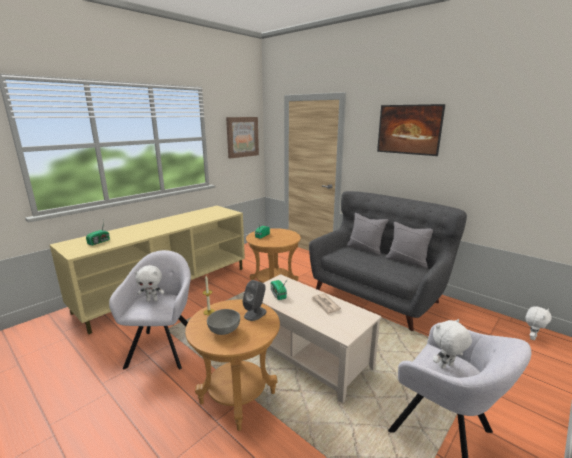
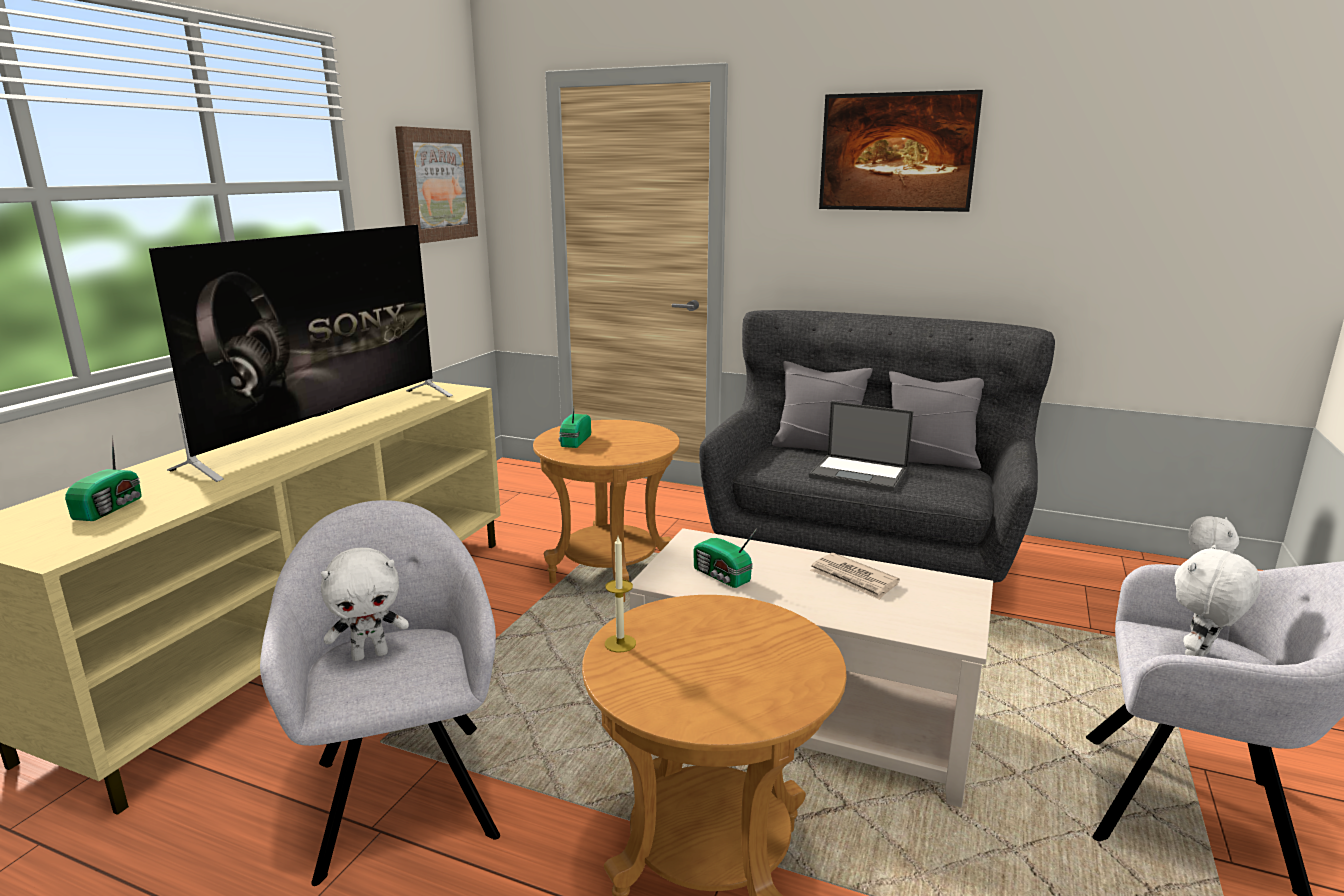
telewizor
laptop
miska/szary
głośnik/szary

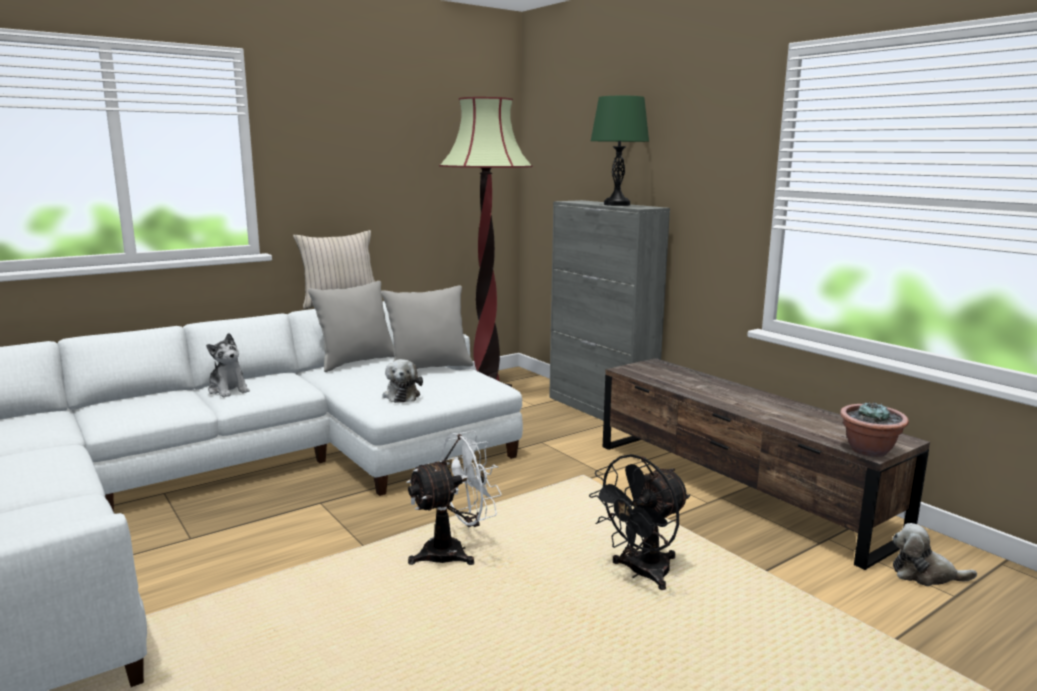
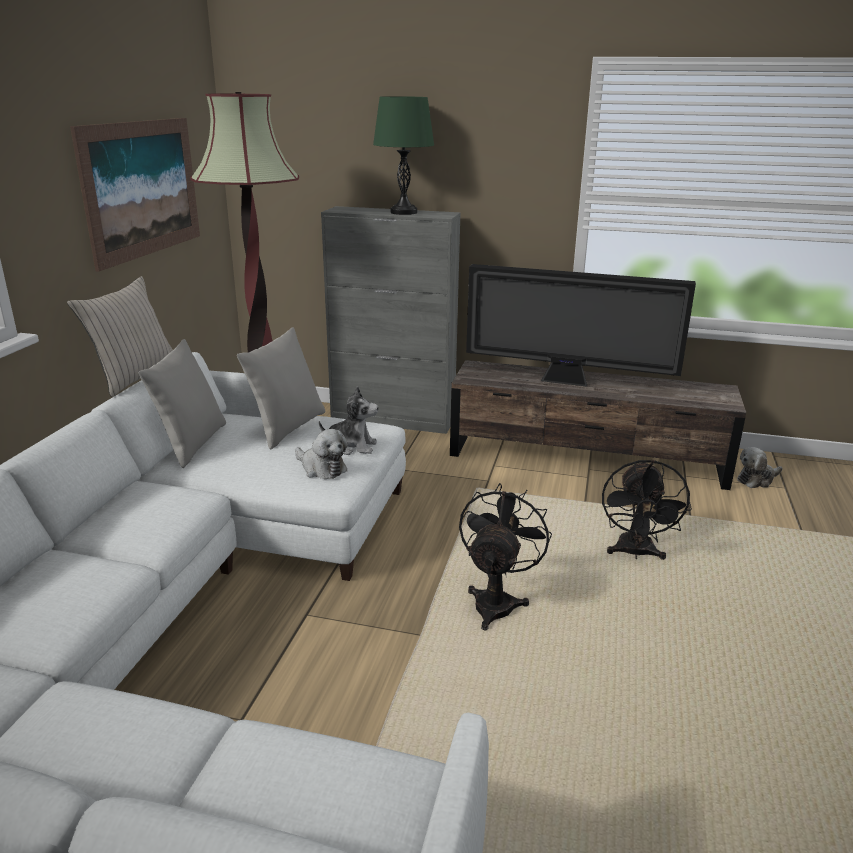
obraz
pluszak (no. 2 from left)
wentylator/czarny (no. 1 from left)
telewizor
roślina doniczkowa

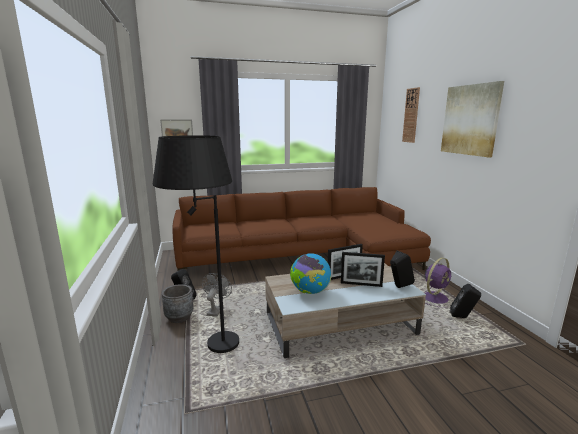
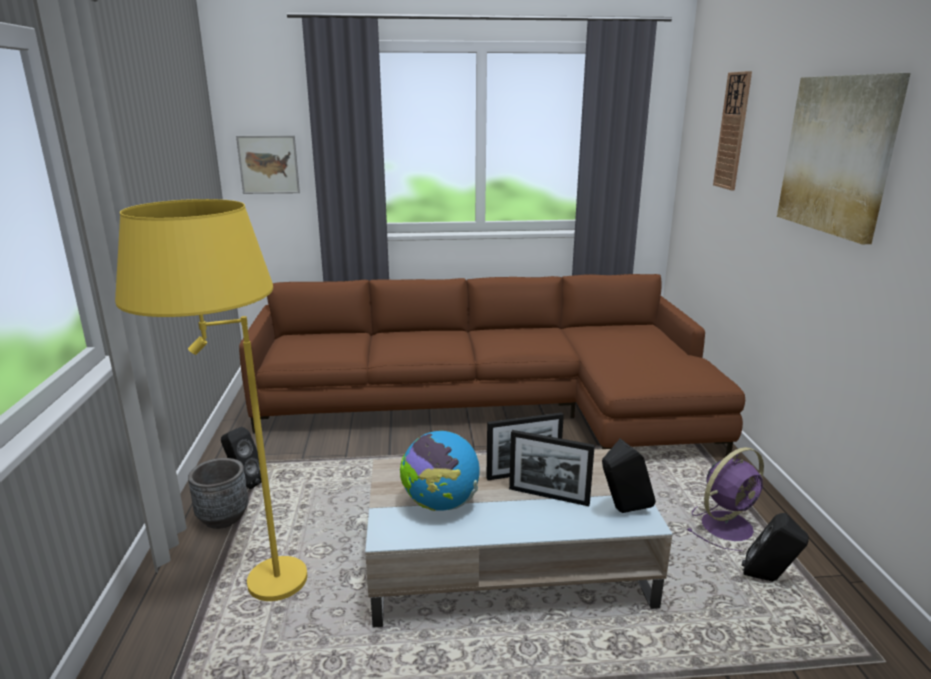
lampa stojąca/żółty
wentylator/szary

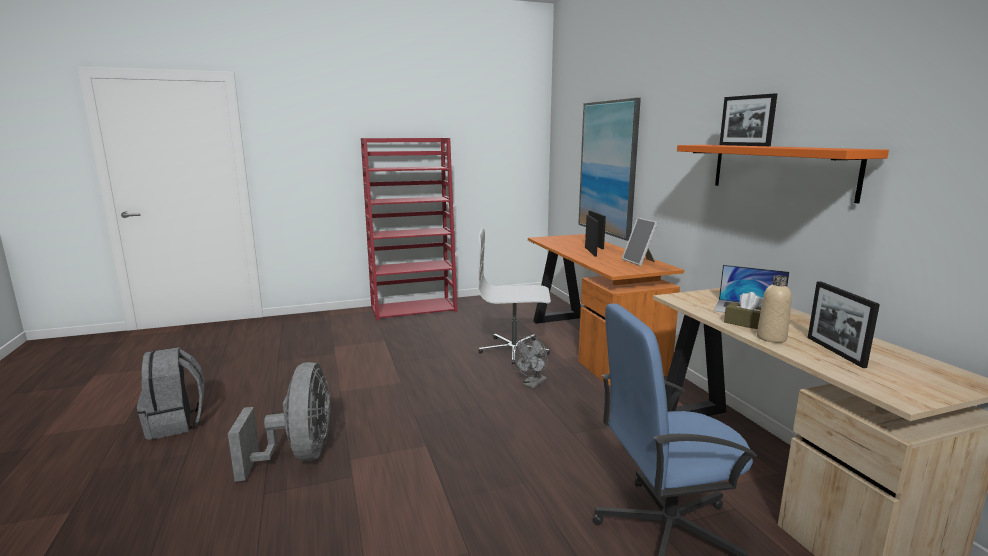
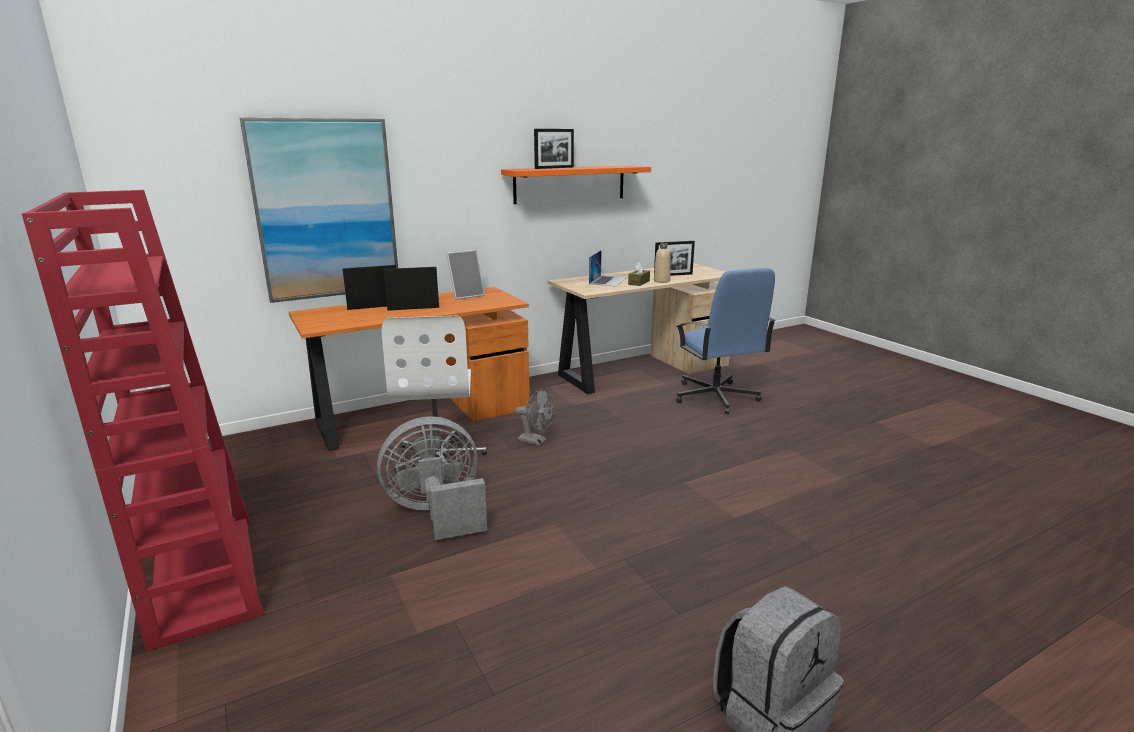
wentylator/szary (no. 1 from left)

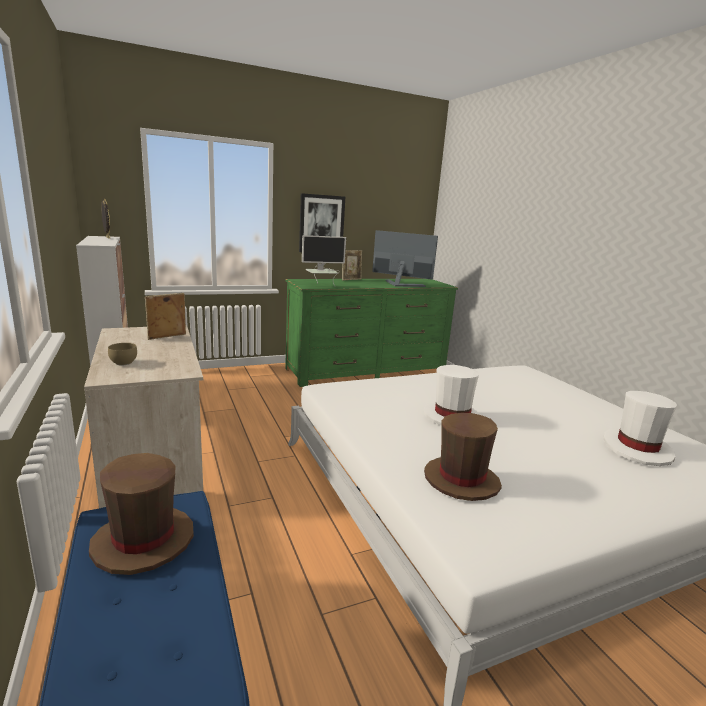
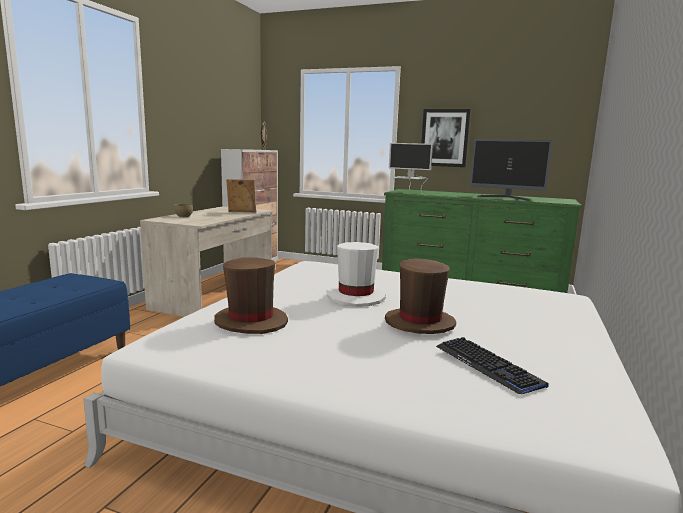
kapelusz/brązowy (no. 2 from left)
klawiatura
monitor (no. 2 from left)
ramka na zdjęcie (no. 3 from left in the first image)

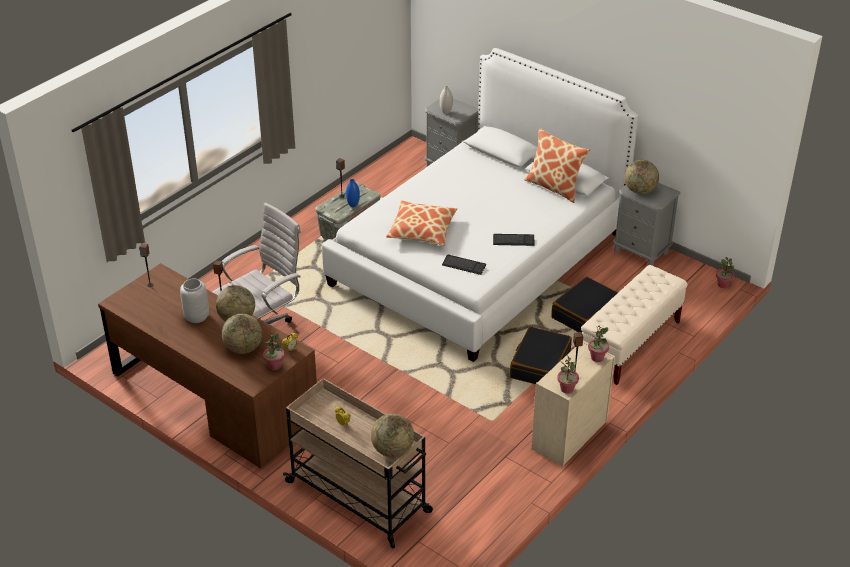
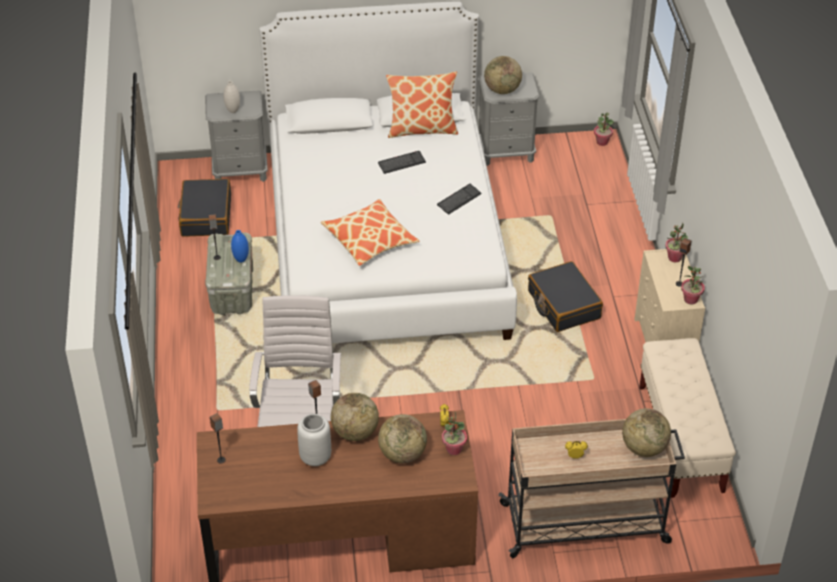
walizka/czarny (no. 1 from left)
klawiatura (no. 1 from left)
ławka/beżowy

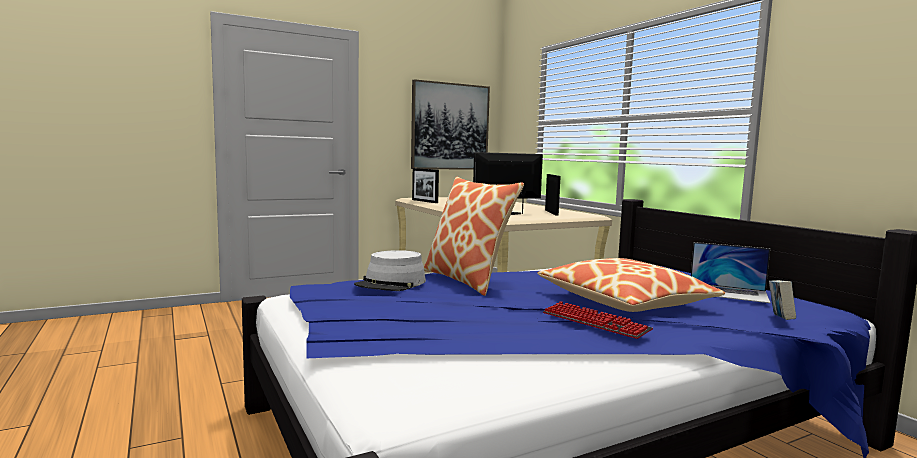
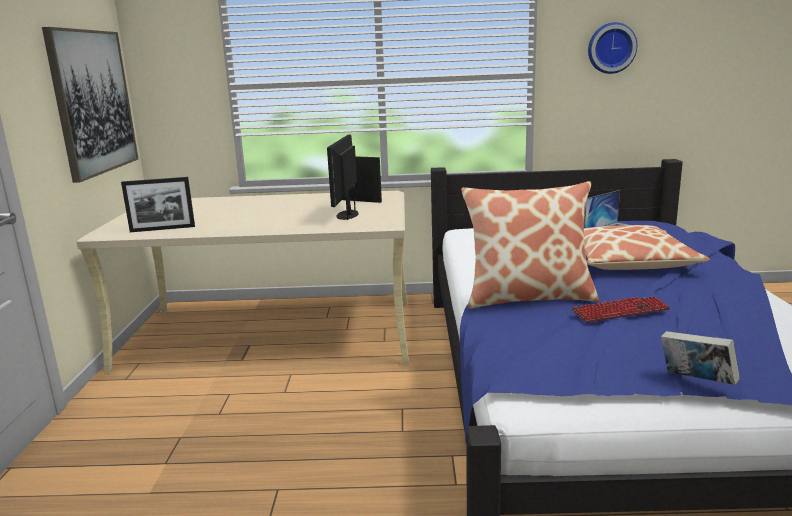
klawiatura
zegar ścienny
książka
kapelusz/szary

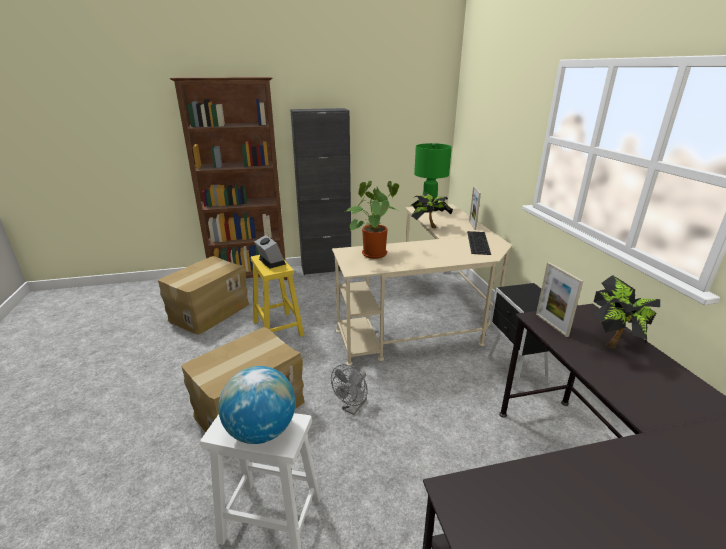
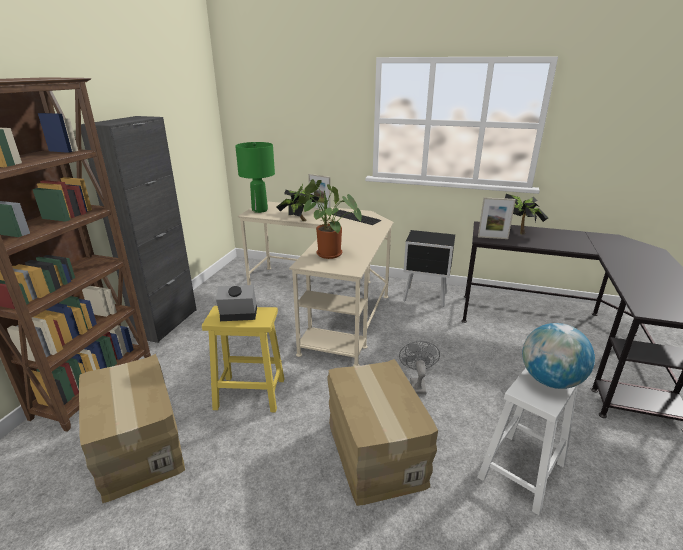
wentylator/szary

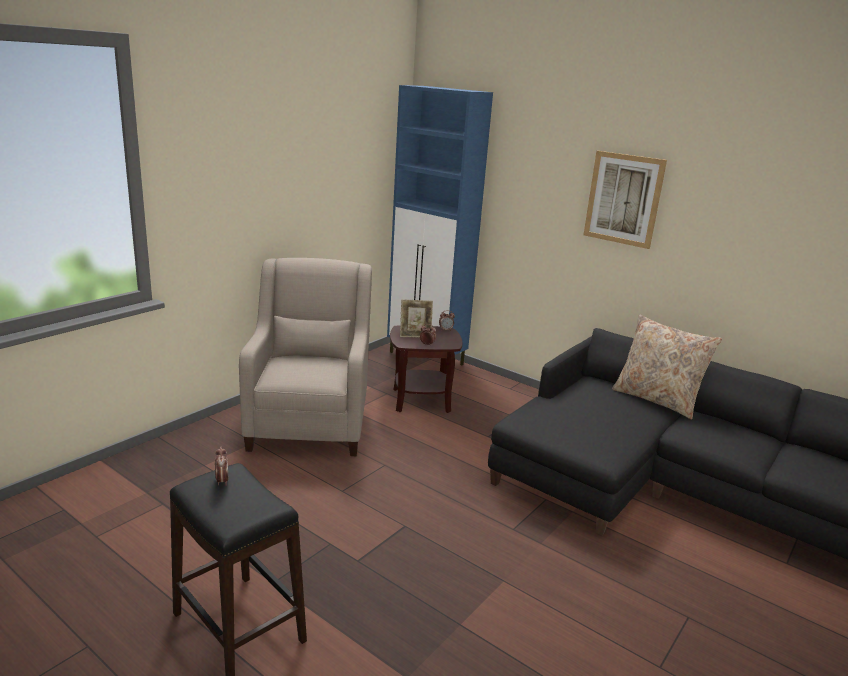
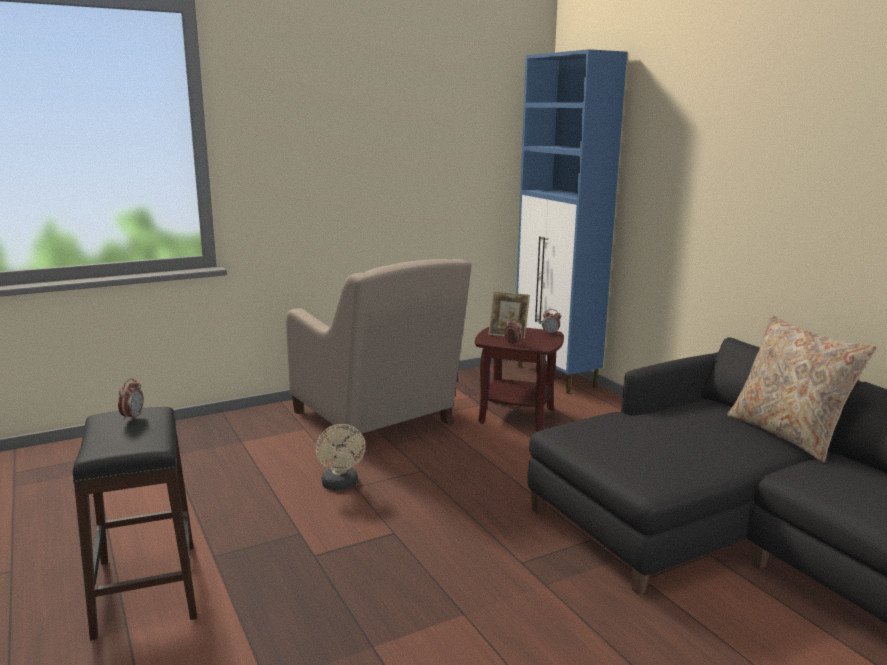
fotel/beżowy
wentylator/beżowy
obraz

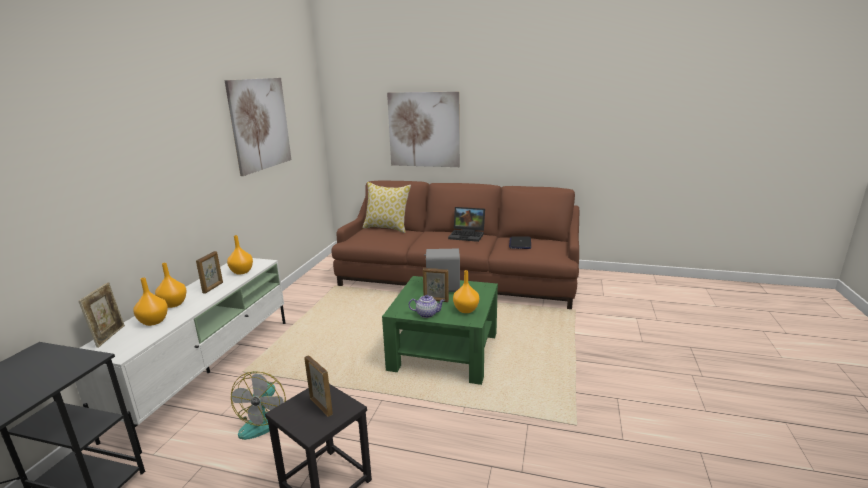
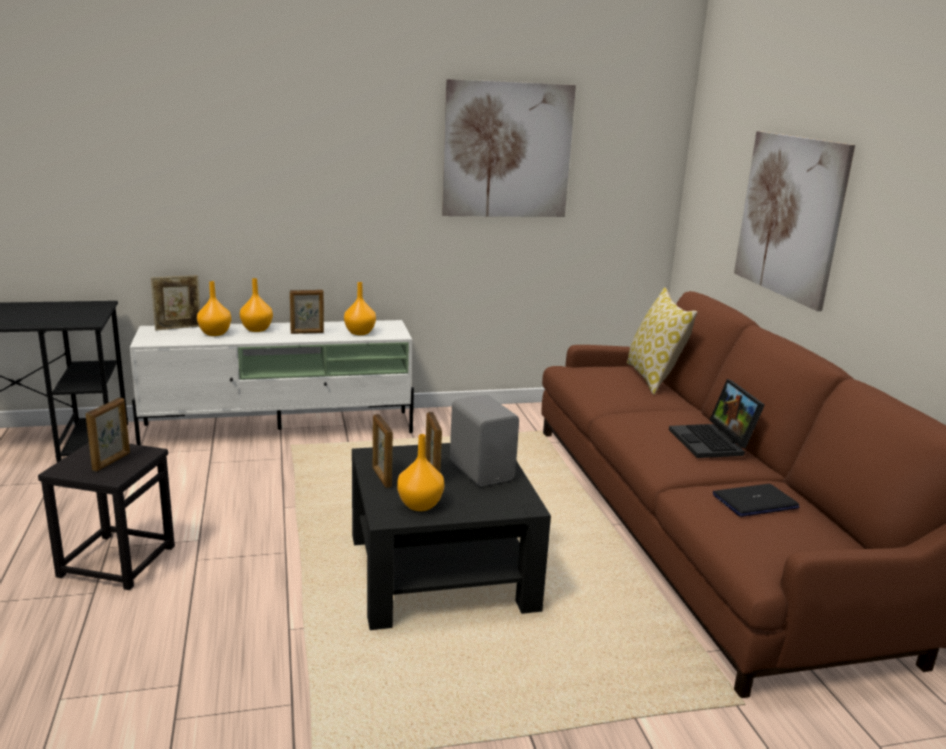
ława/czarny
ramka na zdjęcie (no. 4 from left)
wentylator

